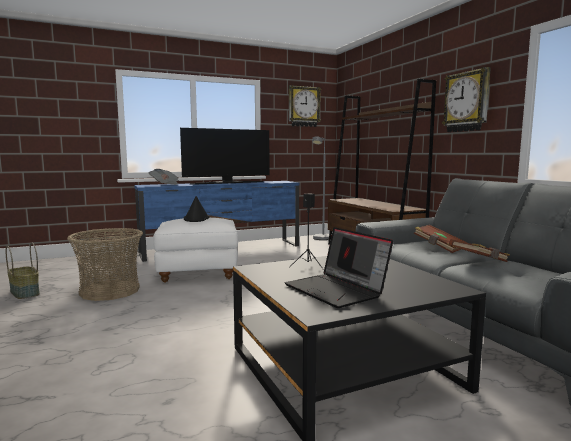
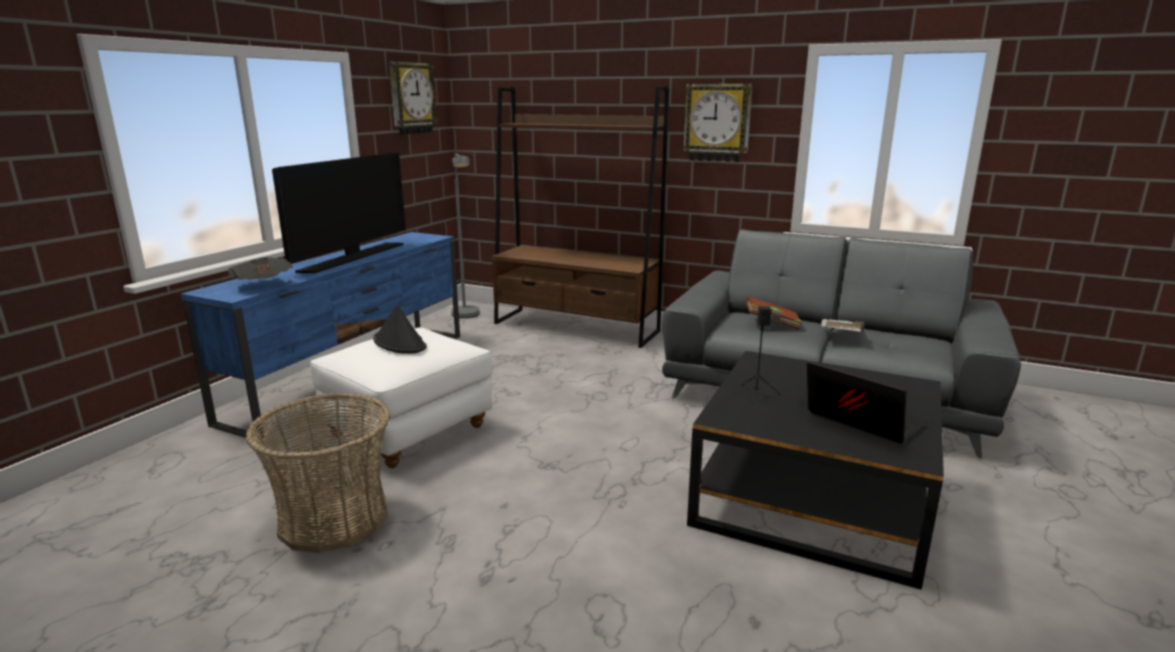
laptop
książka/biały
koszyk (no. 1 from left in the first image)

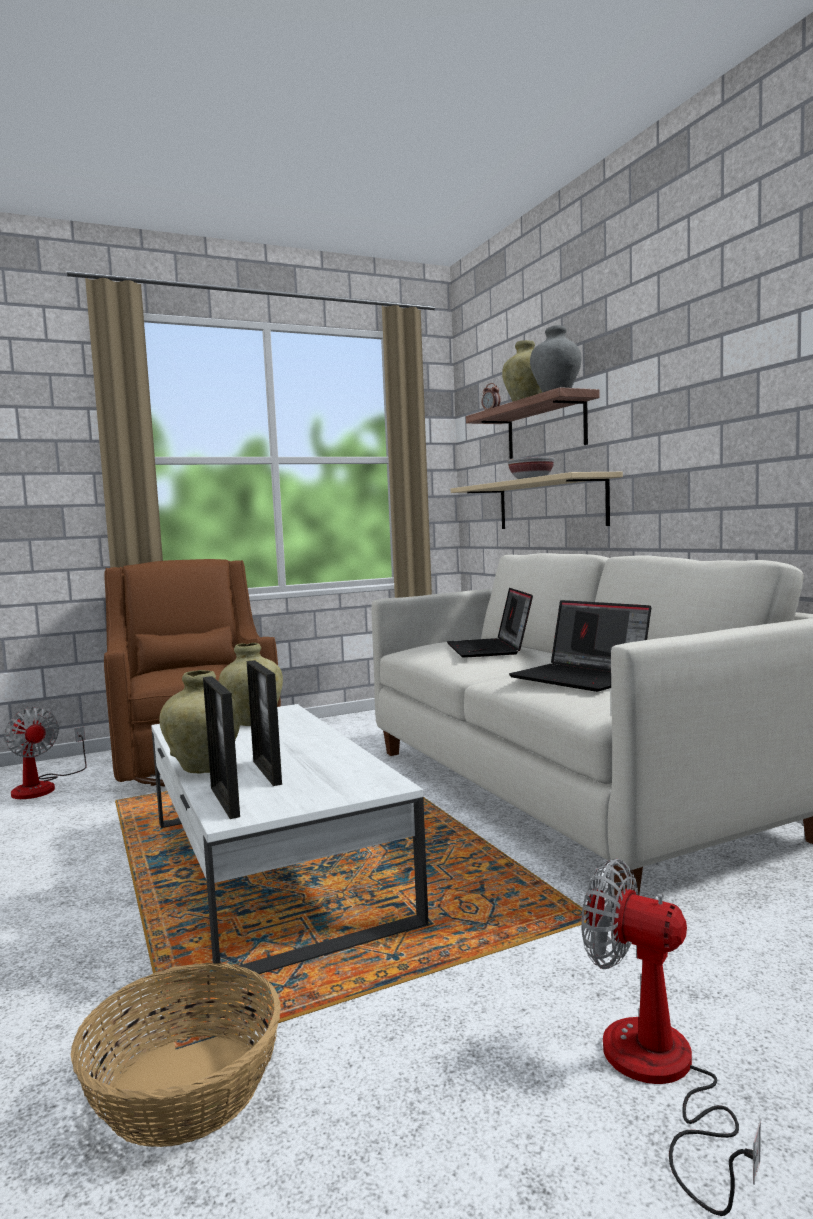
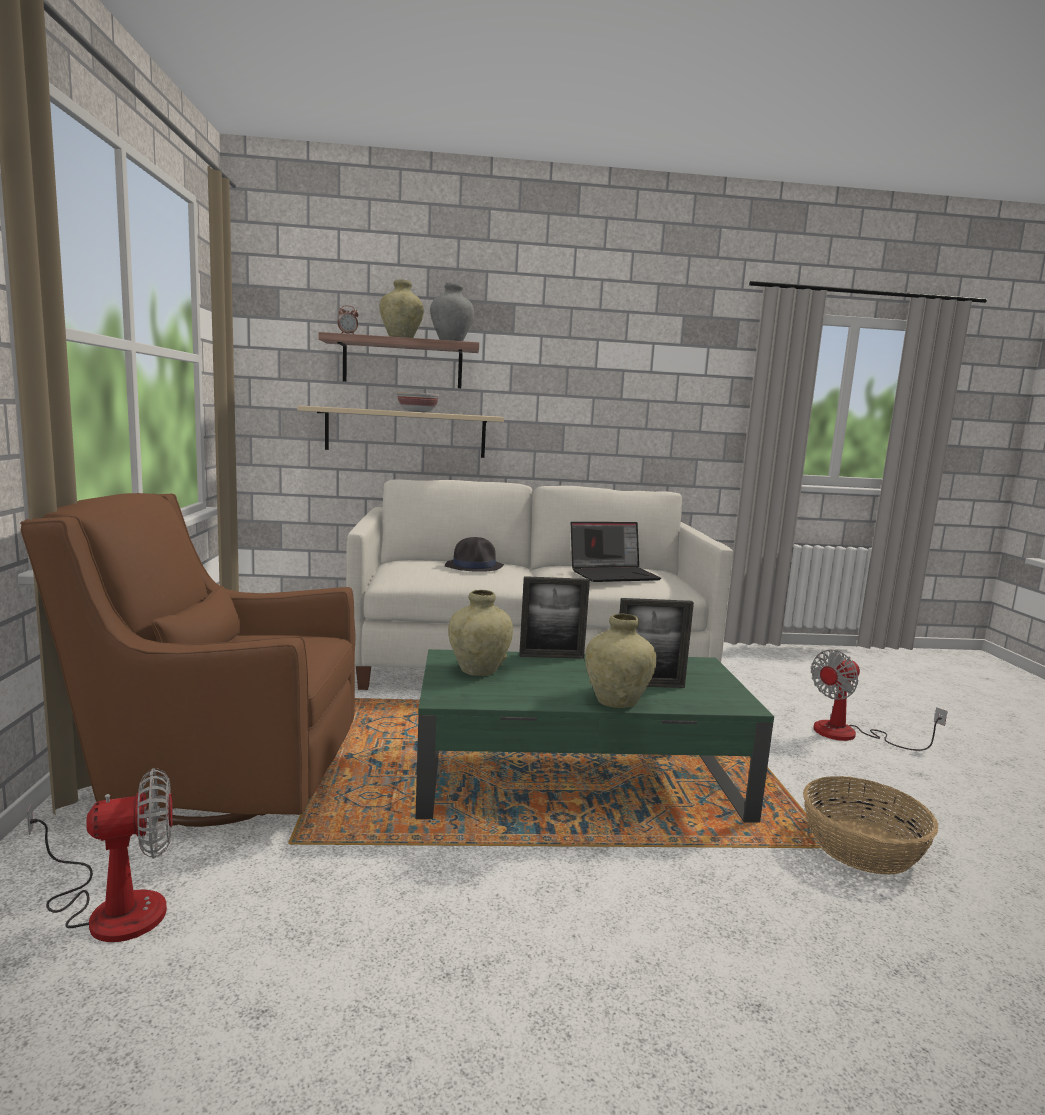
ława/zielony
kapelusz/czarny
ramka na zdjęcie (no. 1 from left)

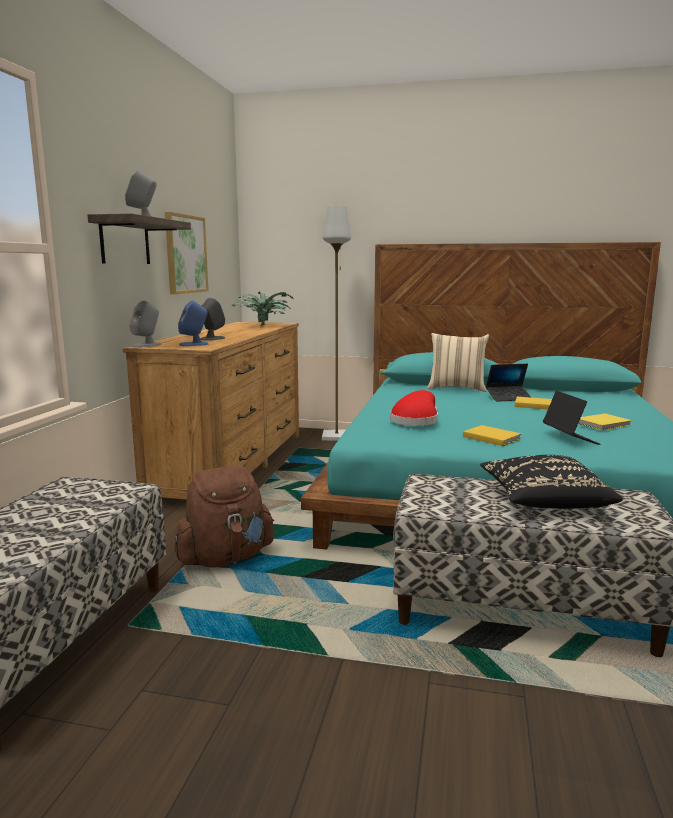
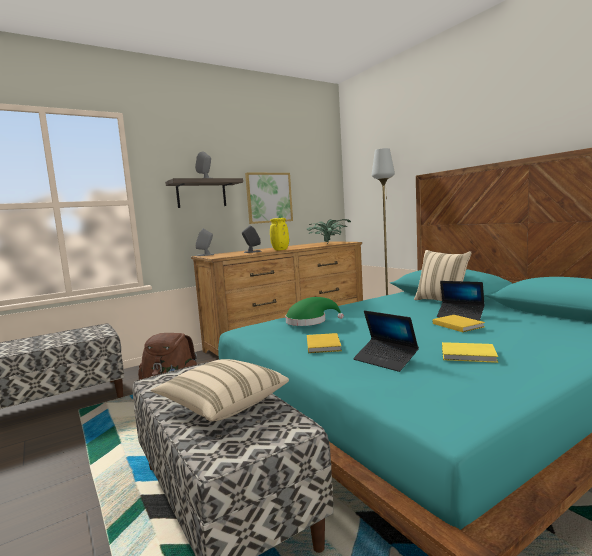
poduszka/beżowy (no. 1 from left)
wazon/żółty
kapelusz/zielony
laptop (no. 1 from left)
głośnik/niebieski

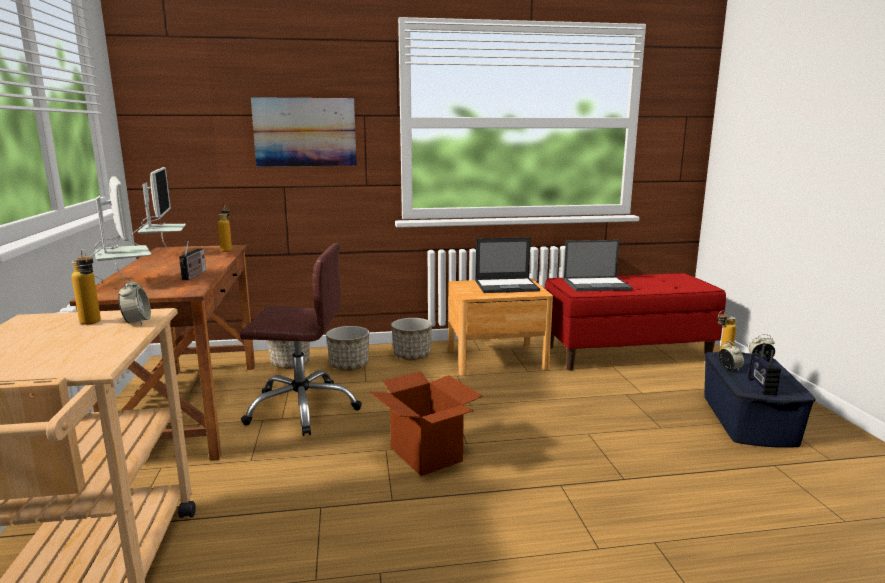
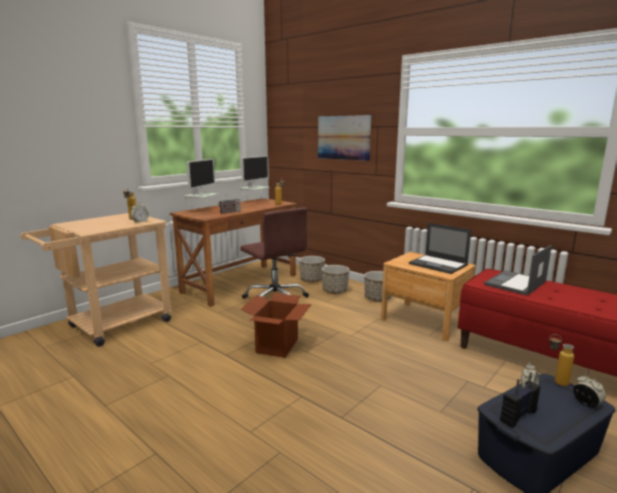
laptop (no. 2 from left)

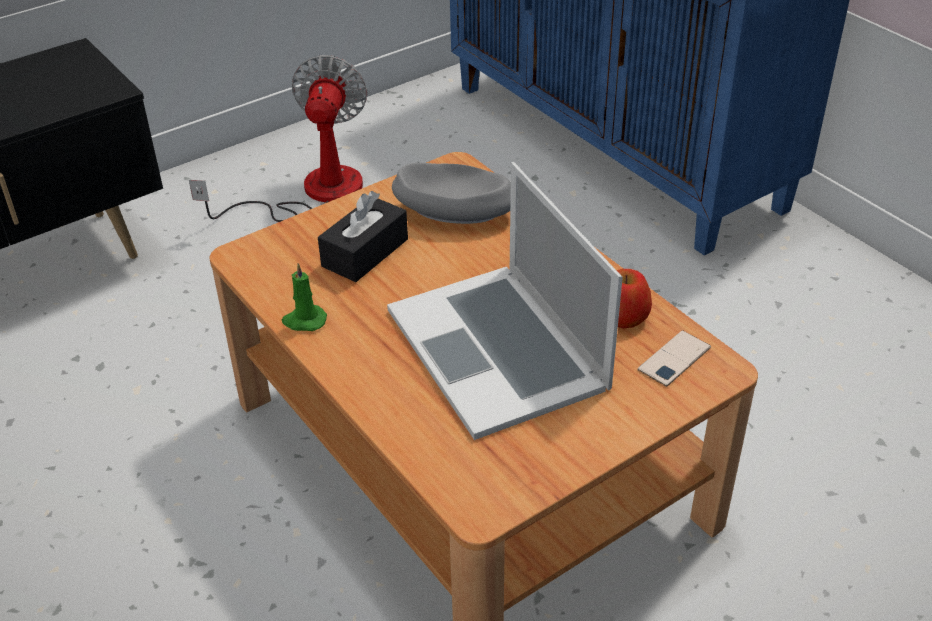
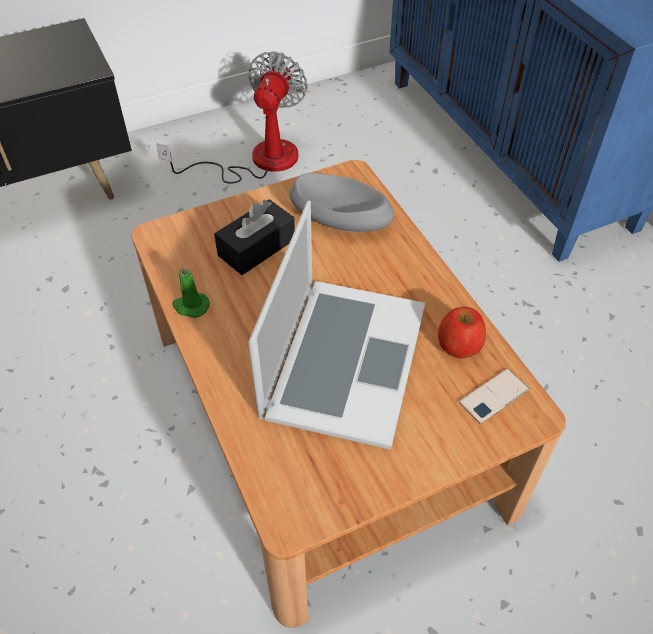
laptop

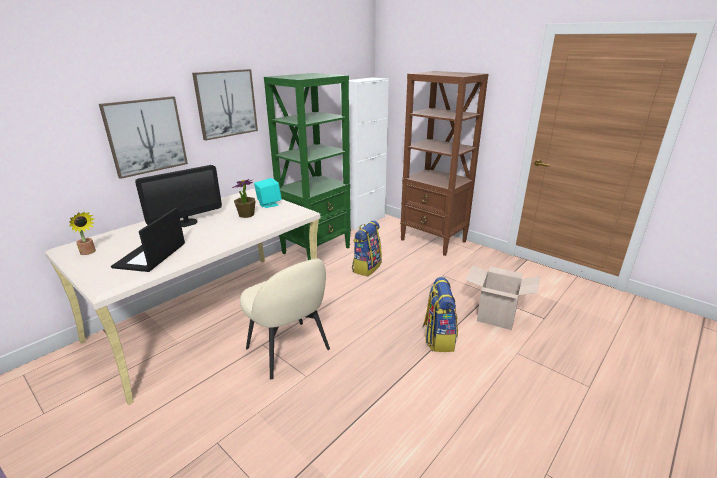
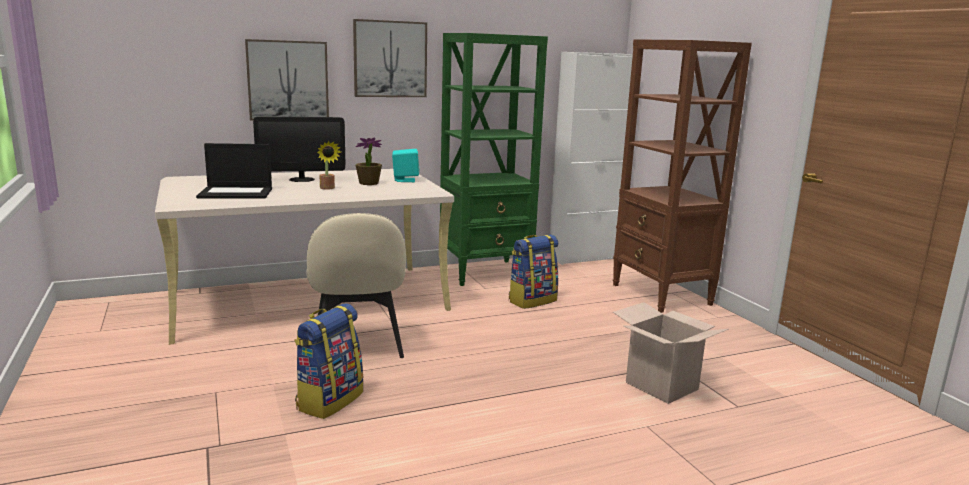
laptop
plecak (no. 1 from left)
roślina doniczkowa (no. 1 from left)

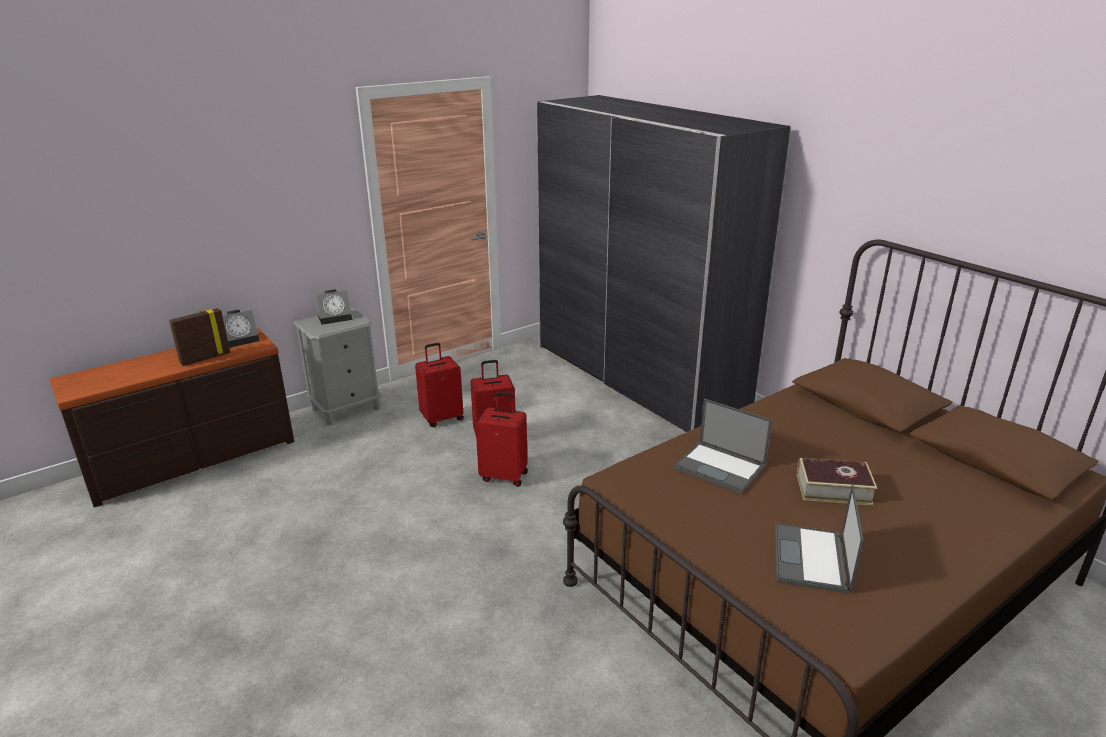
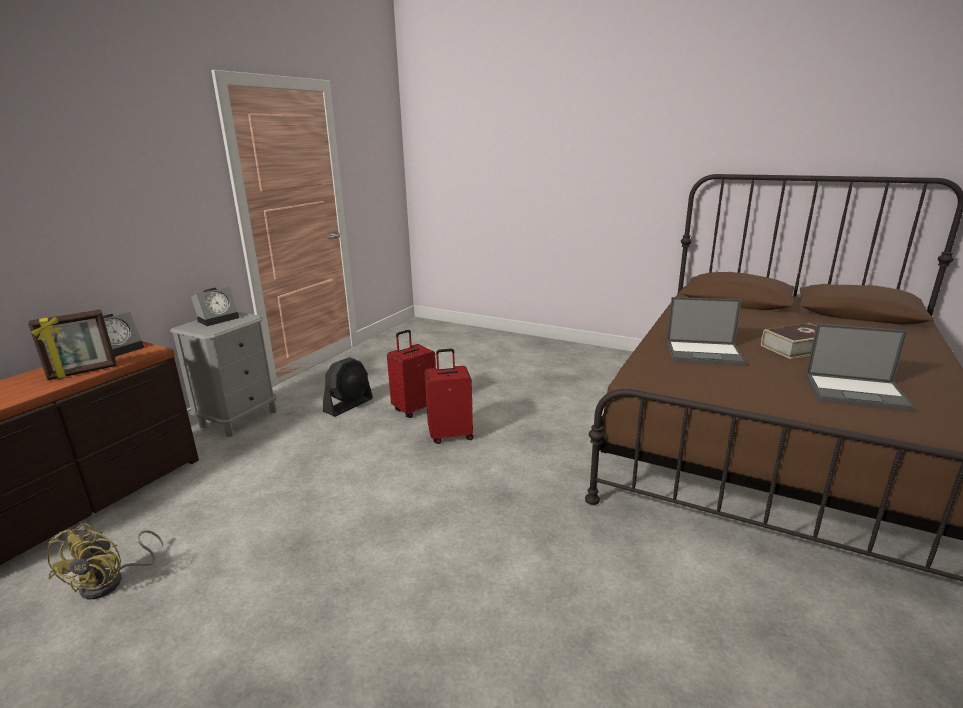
ramka na zdjęcie
wentylator/żółty
wentylator/czarny
laptop (no. 2 from left)
szafa/szary

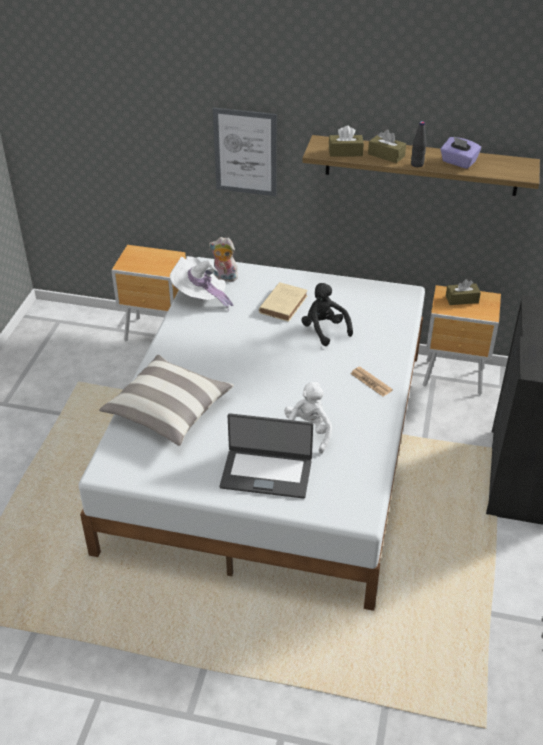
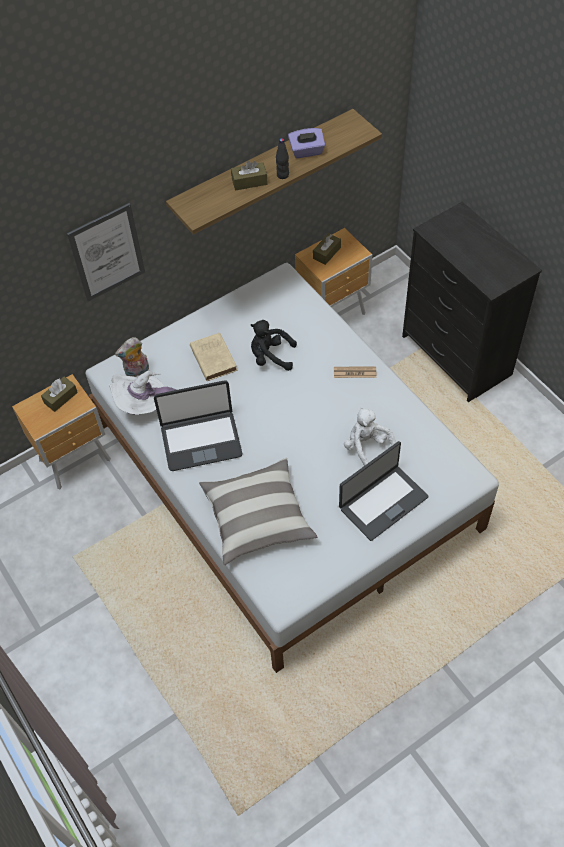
pudełko chusteczek/brązowy (no. 1 from left)
laptop (no. 1 from left)

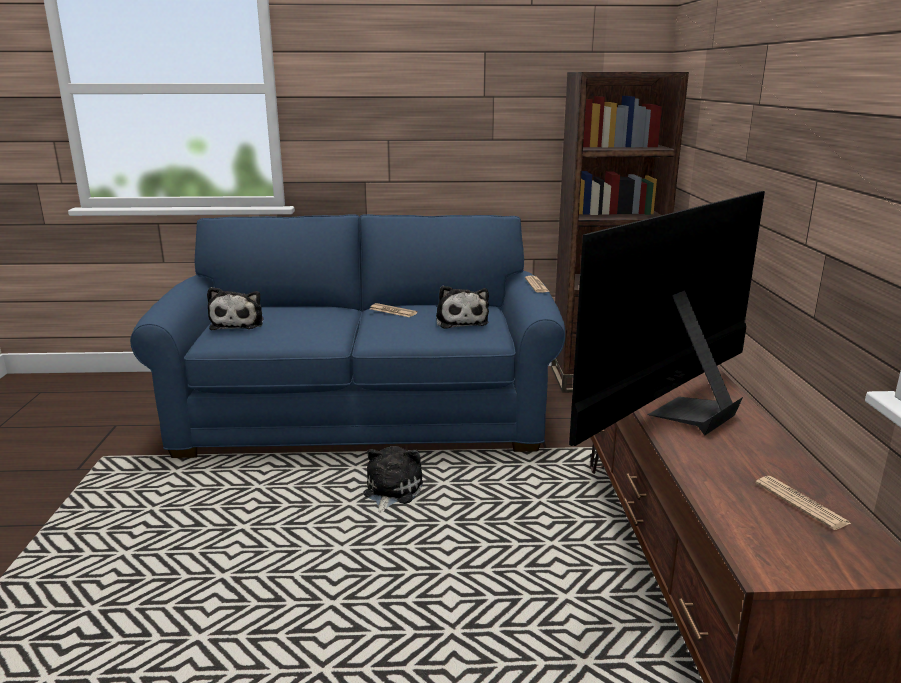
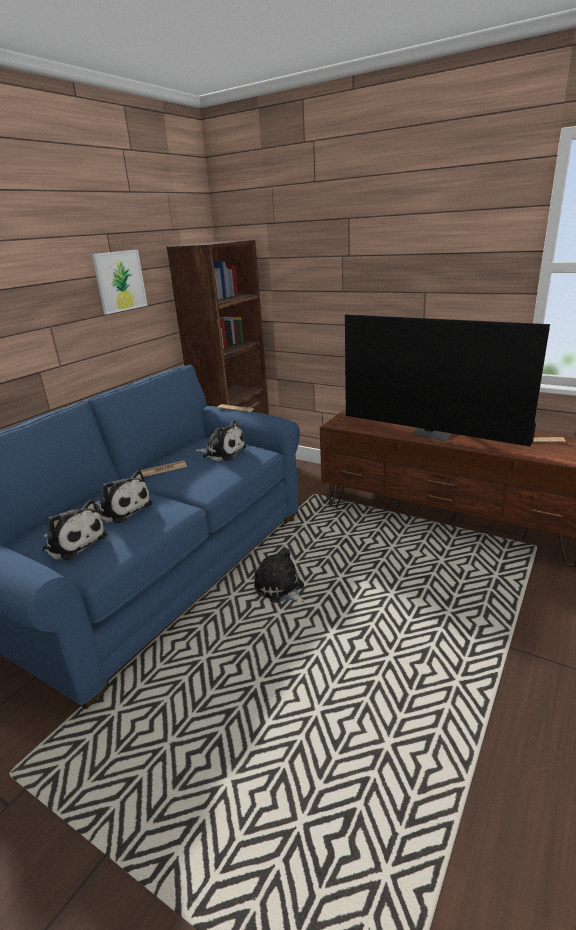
obraz
pluszak (no. 2 from left)
telewizor

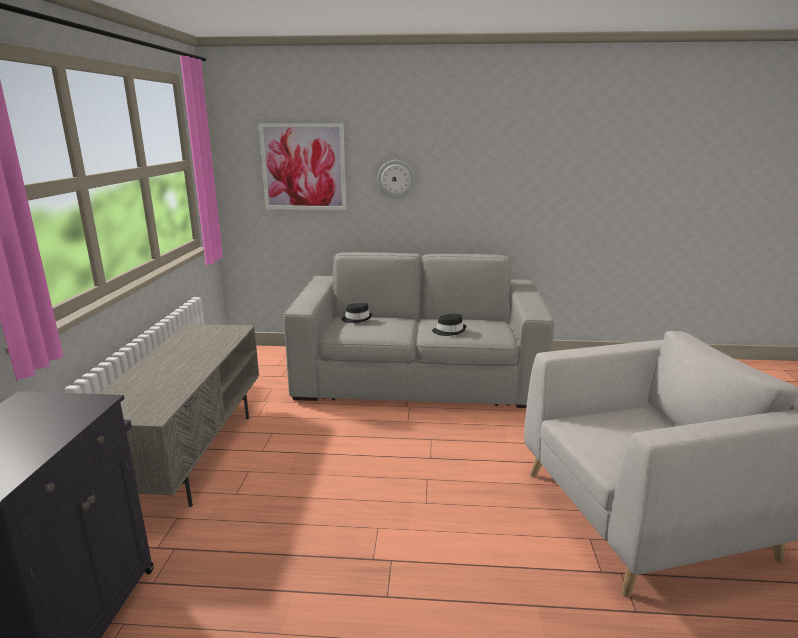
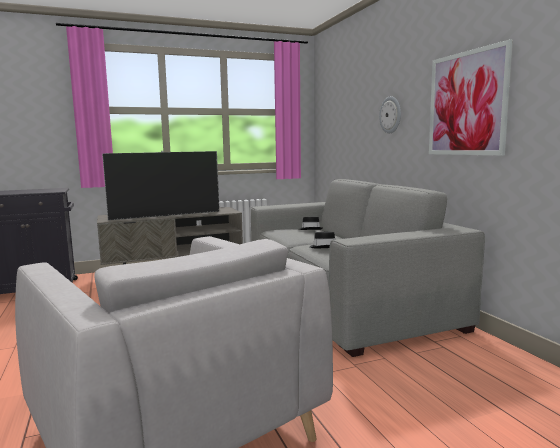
telewizor
obraz

